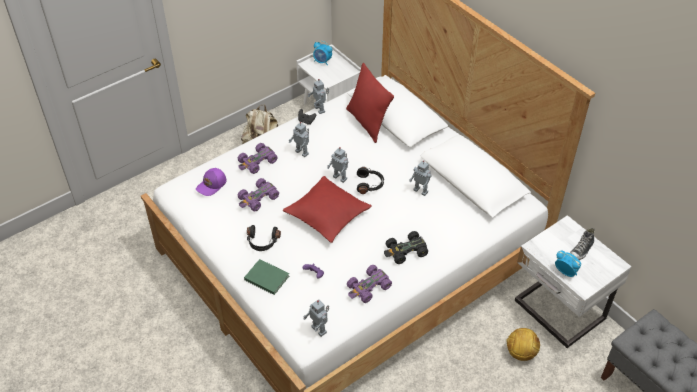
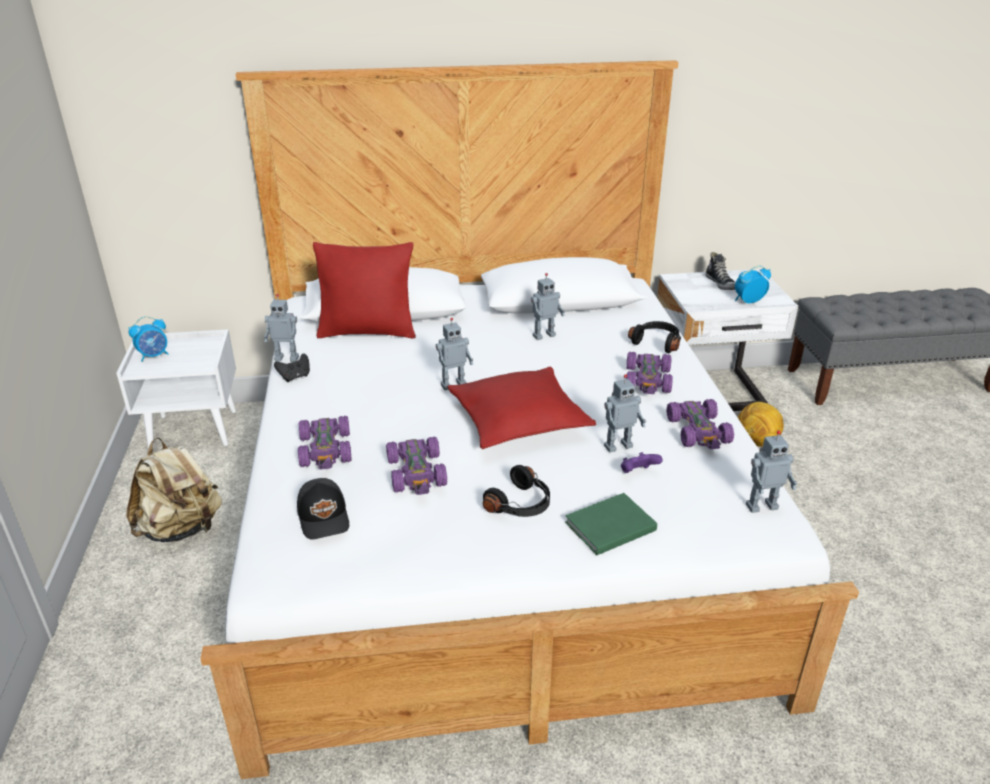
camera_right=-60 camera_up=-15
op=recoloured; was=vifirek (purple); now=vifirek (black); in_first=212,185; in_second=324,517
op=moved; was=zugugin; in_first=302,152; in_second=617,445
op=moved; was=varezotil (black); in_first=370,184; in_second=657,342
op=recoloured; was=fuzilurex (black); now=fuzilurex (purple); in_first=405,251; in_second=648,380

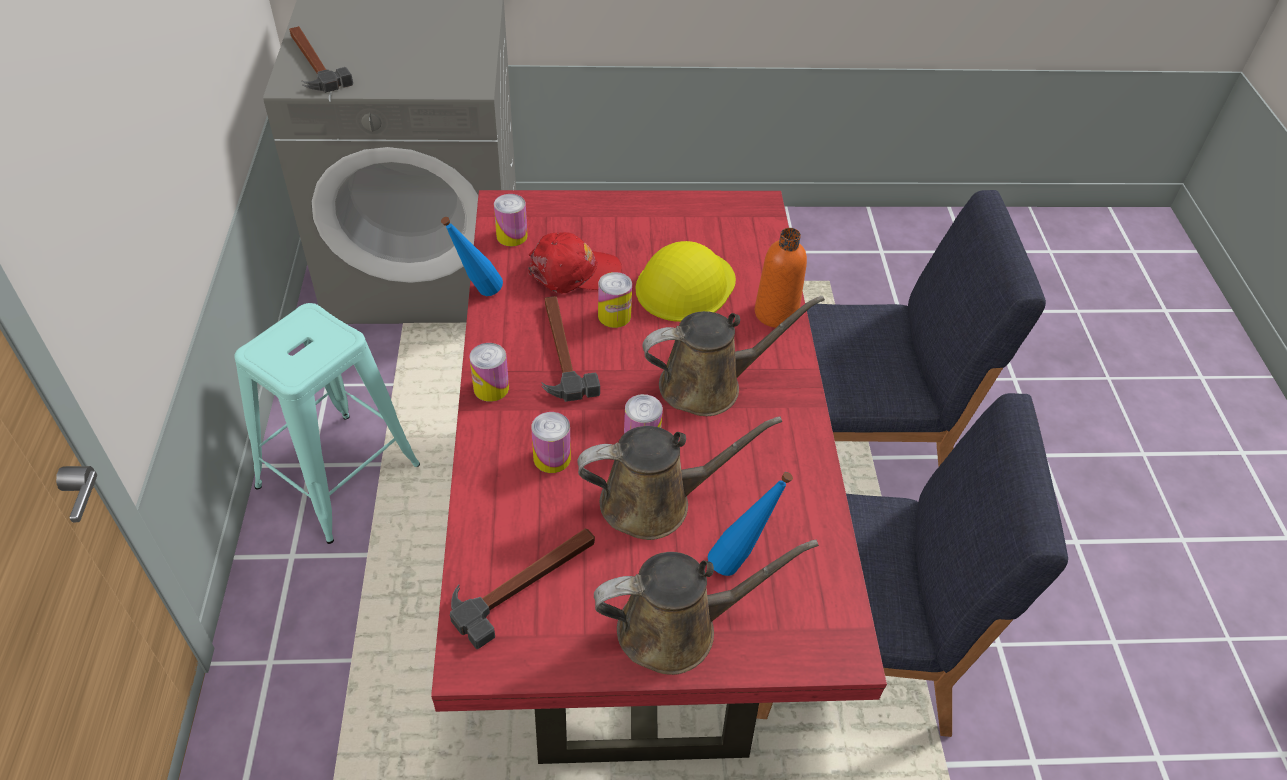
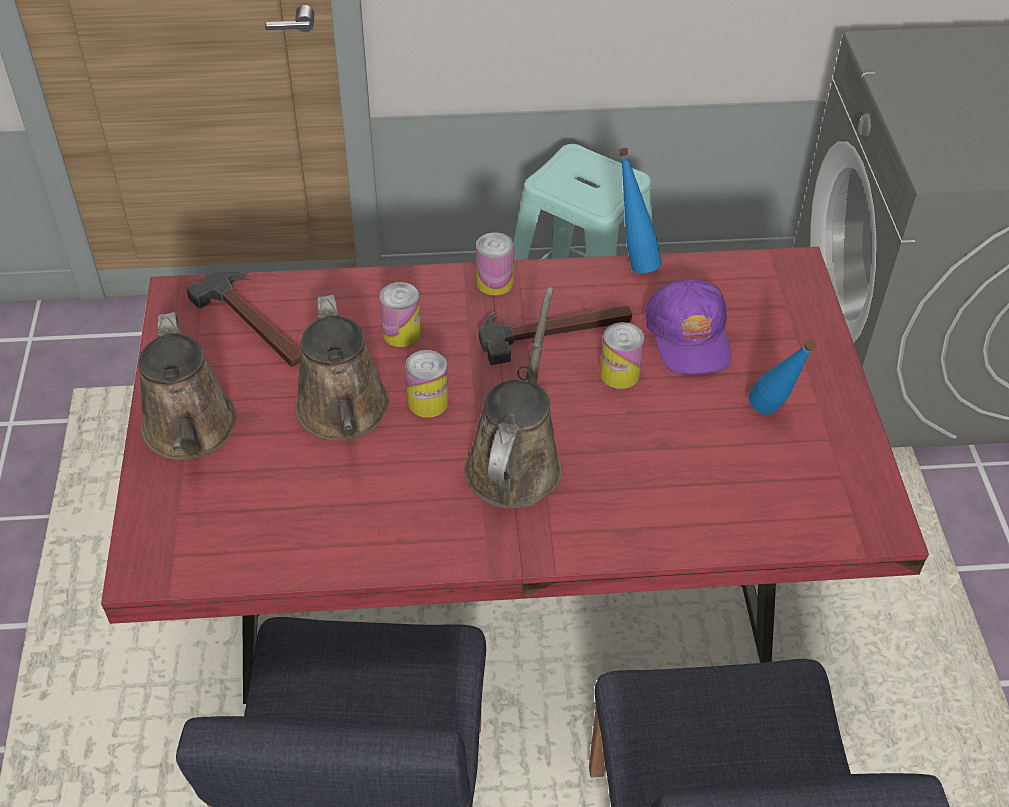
camera_right=90 camera_up=0
op=removed; was=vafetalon; in_first=313,63
op=removed; was=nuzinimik; in_first=512,236
op=recoloured; was=vifirek (red); now=vifirek (purple); in_first=574,272; in_second=689,336
op=removed; was=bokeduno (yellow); in_first=685,285
op=turned; was=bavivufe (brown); in_first=708,384; in_second=516,461; clockwise=-150
op=moved; was=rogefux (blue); in_first=740,561; in_second=772,417
op=removed; was=rogefux (orange); in_first=776,313

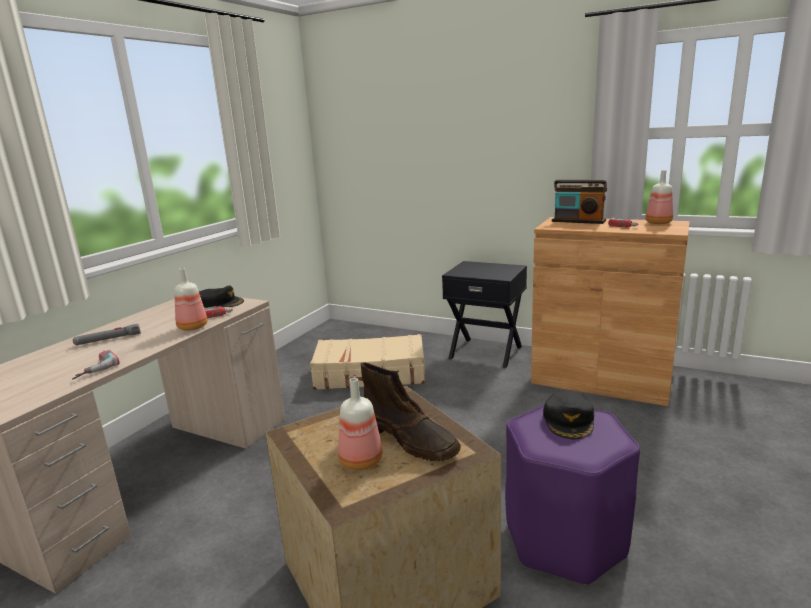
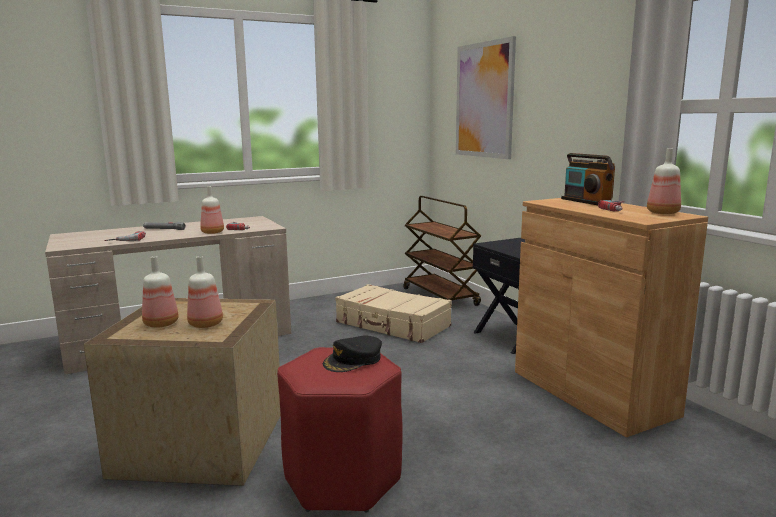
camera_right=35 camera_up=-5
op=removed; was=vifirek (black); in_first=220,303
op=replaced; was=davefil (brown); now=rogefux; in_first=410,440; in_second=207,324
op=recoloured; was=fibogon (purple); now=fibogon (red); in_first=565,539; in_second=343,479
op=added; now=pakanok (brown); in_second=440,297
op=added; now=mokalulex; in_second=484,100

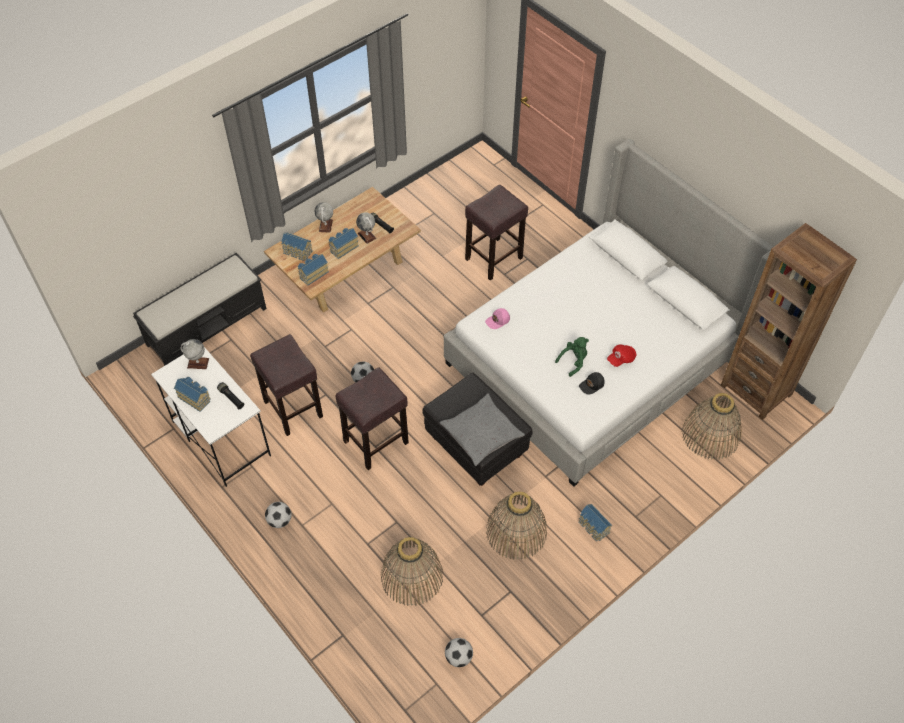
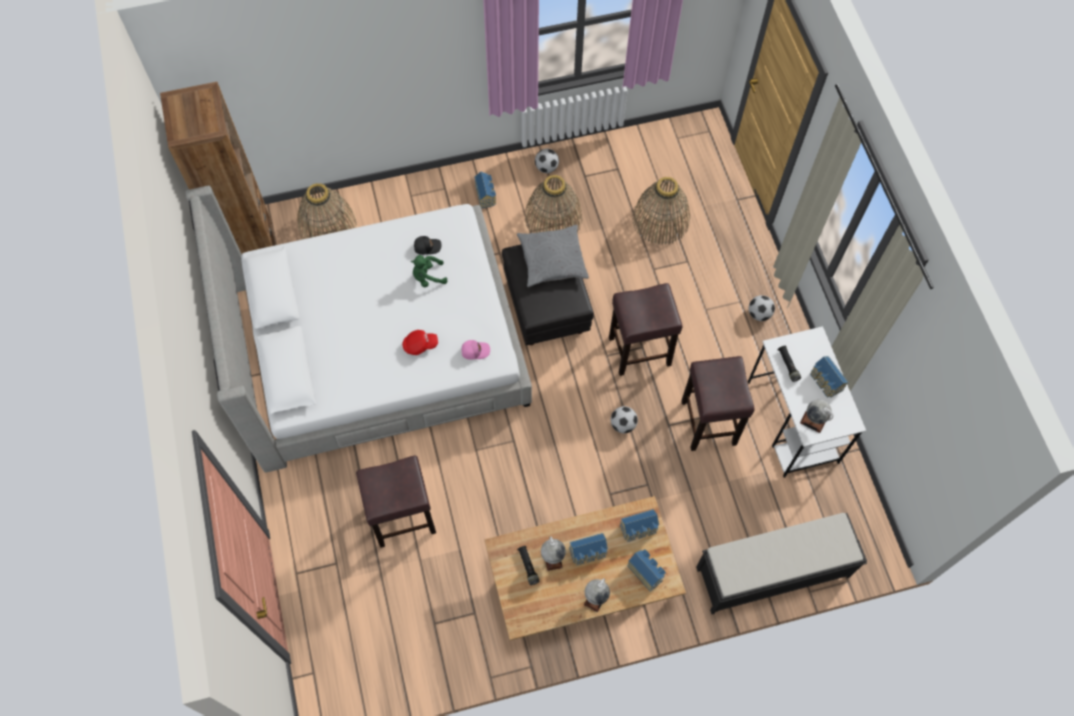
camera_right=-155 camera_up=10
op=moved; was=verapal; in_first=458,657; in_second=546,167
op=moved; was=vifirek (red); in_first=621,359; in_second=420,345

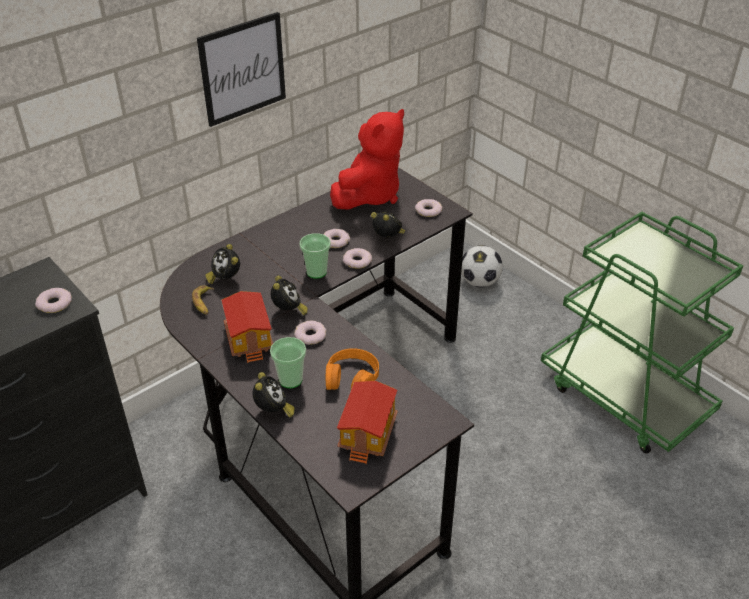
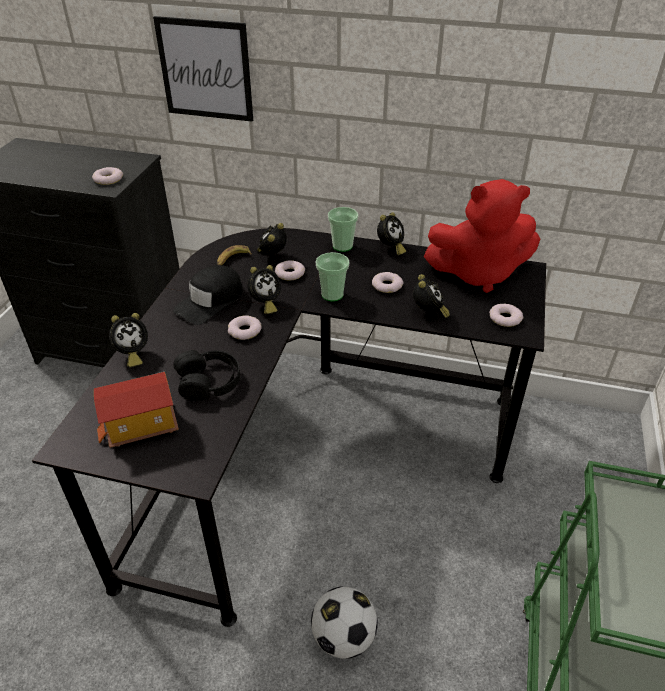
camera_right=55 camera_up=0
op=moved; was=mokalulex; in_first=242,69; in_second=205,69
op=replaced; was=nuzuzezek; now=vifirek (black); in_first=250,339; in_second=210,301
op=moved; was=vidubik; in_first=290,380; in_second=342,246
op=recoloured; was=varezotil (orange); now=varezotil (black); in_first=352,378; in_second=209,381
op=moved; was=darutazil; in_first=357,261; in_second=289,273
op=moved; was=verapal; in_first=479,282; in_second=343,637
op=added; now=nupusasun; in_second=390,248

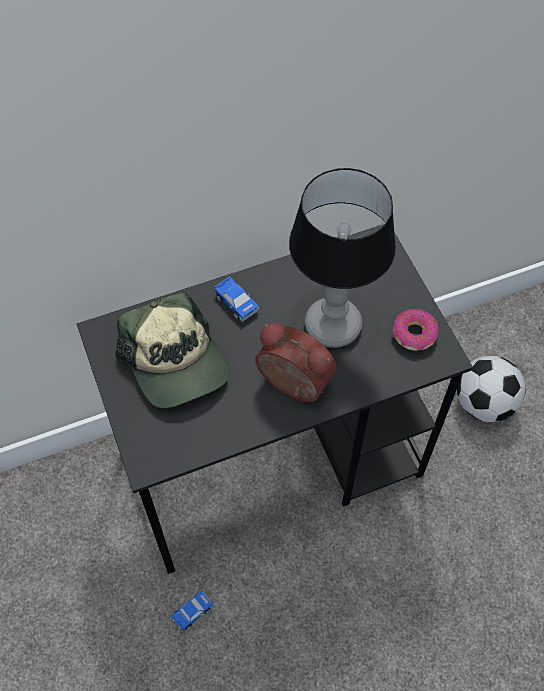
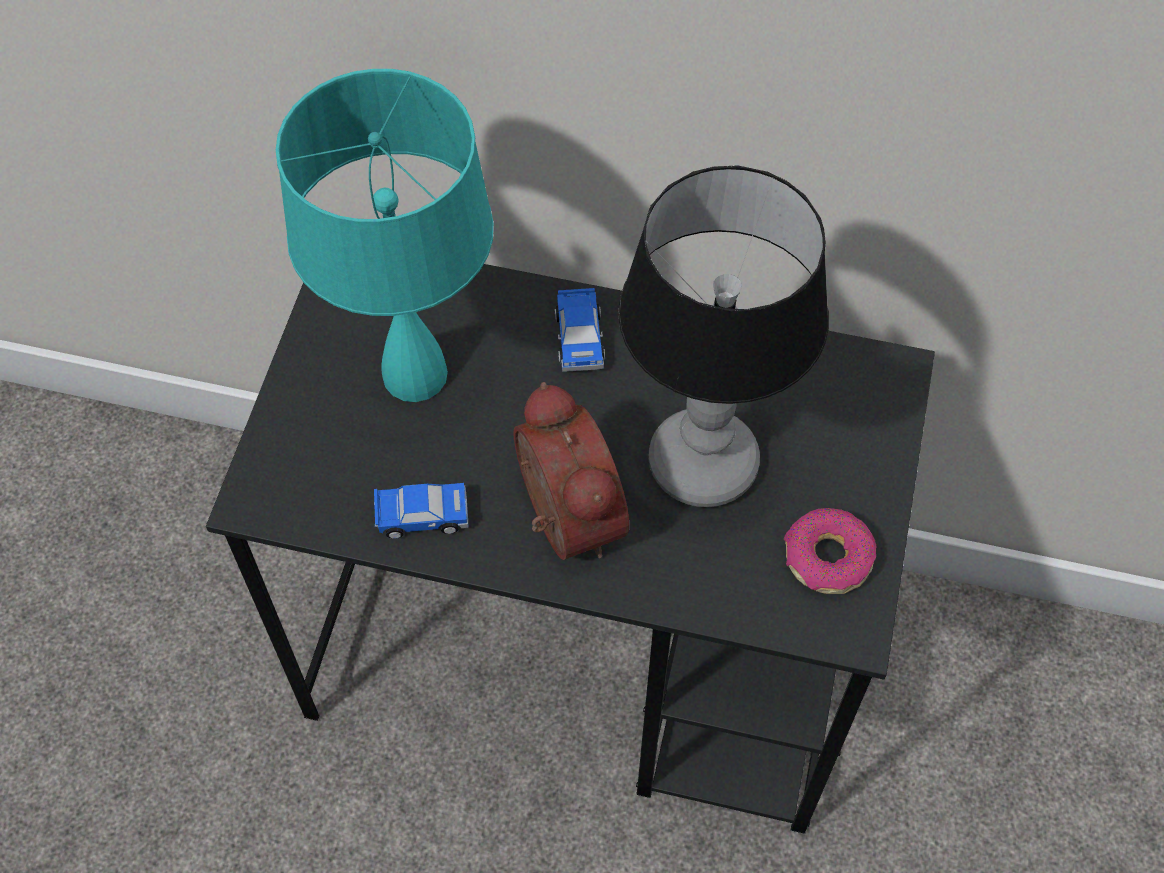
camera_right=35 camera_up=0
op=replaced; was=vifirek; now=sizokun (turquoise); in_first=175,362; in_second=416,374
op=moved; was=fuzilurex; in_first=192,612; in_second=421,515
op=removed; was=verapal; in_first=484,403

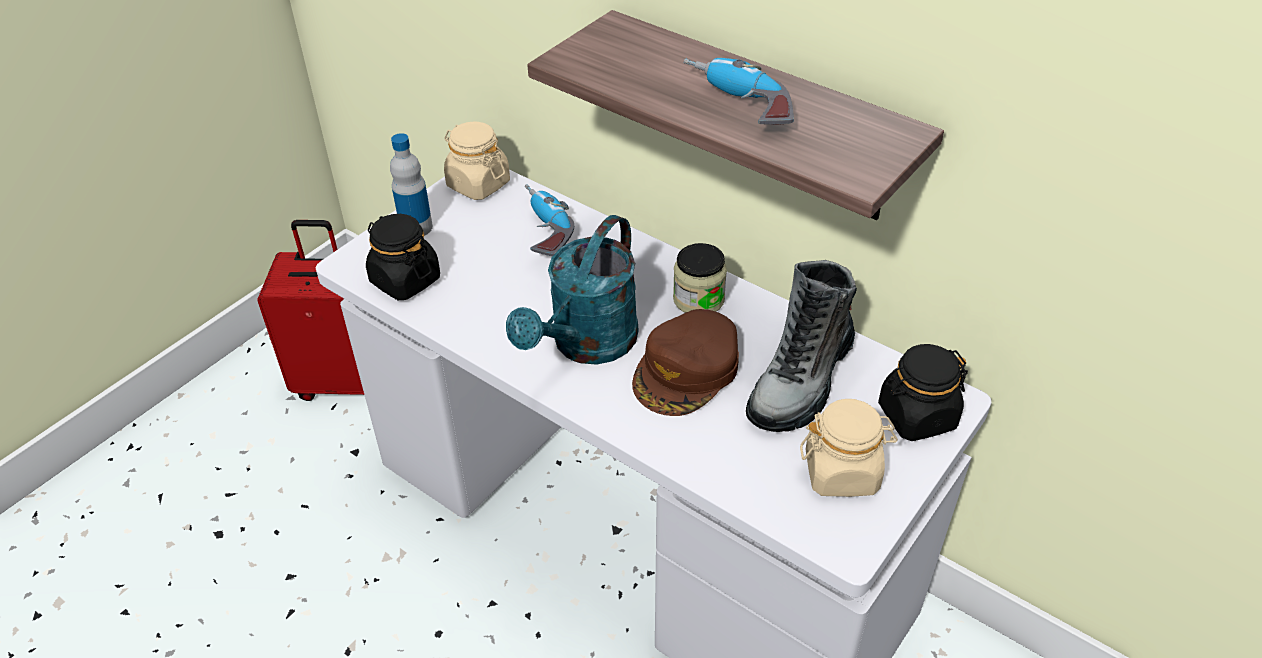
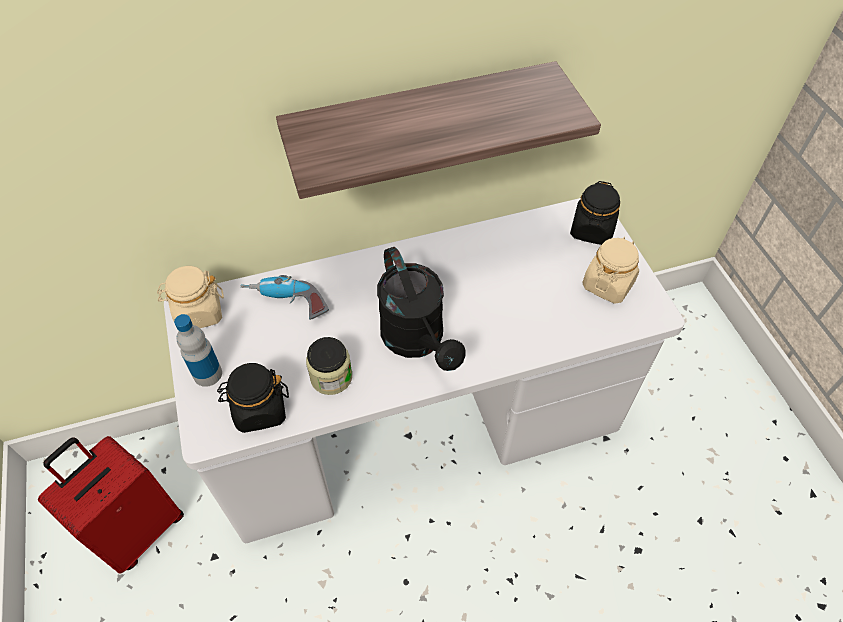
camera_right=-55 camera_up=10
op=recoloured; was=bavivufe (turquoise); now=bavivufe (black); in_first=586,345; in_second=417,341
op=removed; was=vifirek (brown); in_first=687,371
op=moved; was=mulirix; in_first=698,299; in_second=331,377
op=removed; was=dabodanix; in_first=737,105
op=removed; was=davefil; in_first=801,380

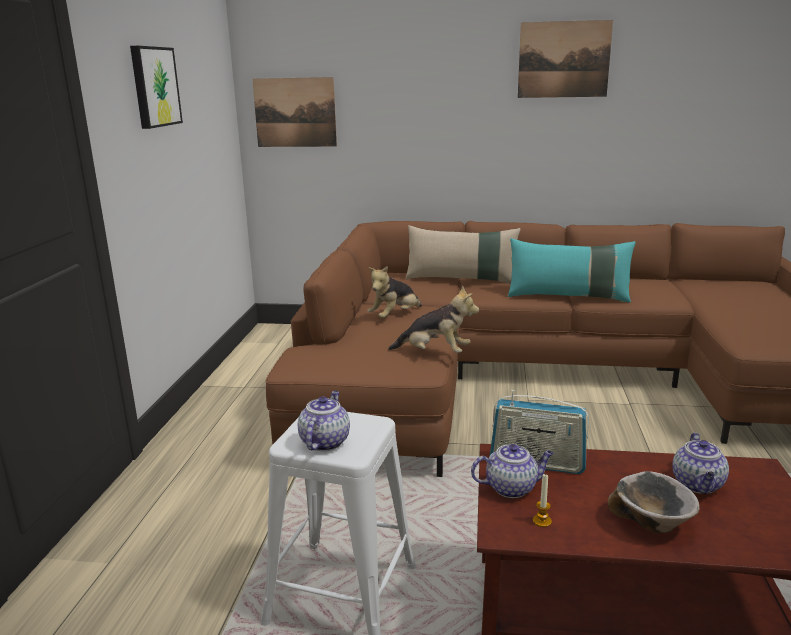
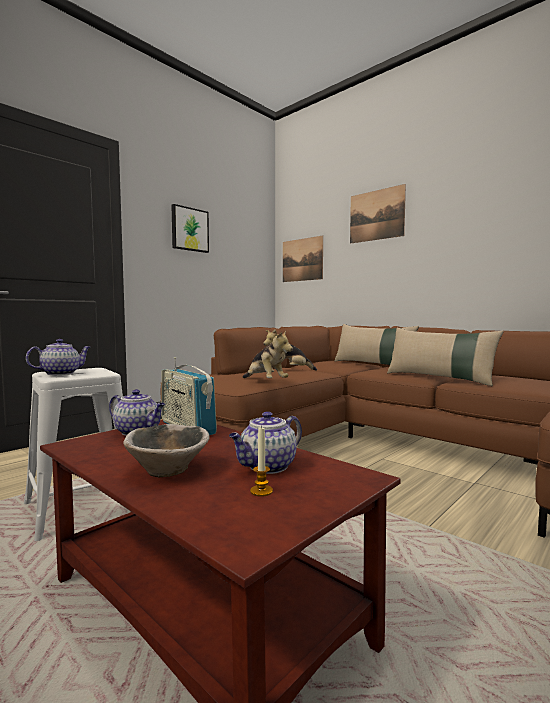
camera_right=35 camera_up=-15
op=recoloured; was=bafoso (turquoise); now=bafoso (beige); in_first=568,297; in_second=439,378
op=moved; was=mokalulex; in_first=563,59; in_second=376,215
op=moved; was=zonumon; in_first=542,521; in_second=261,491

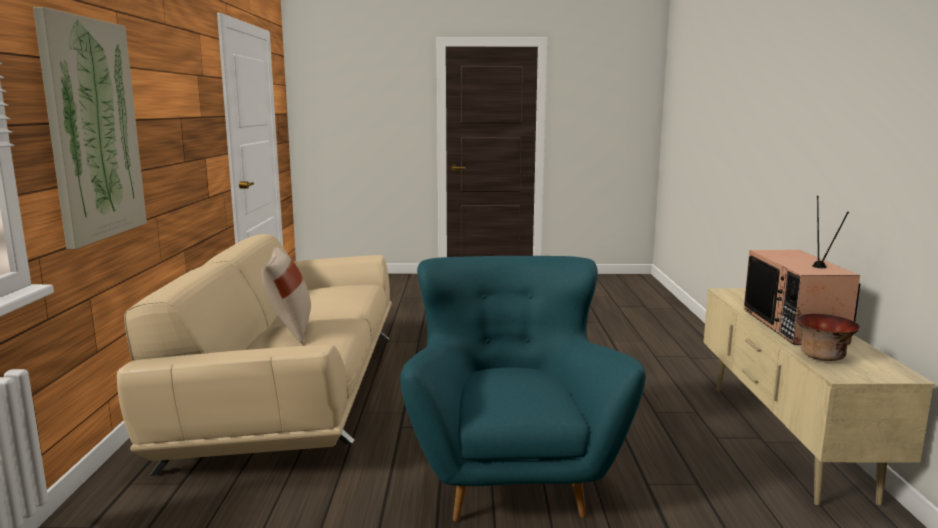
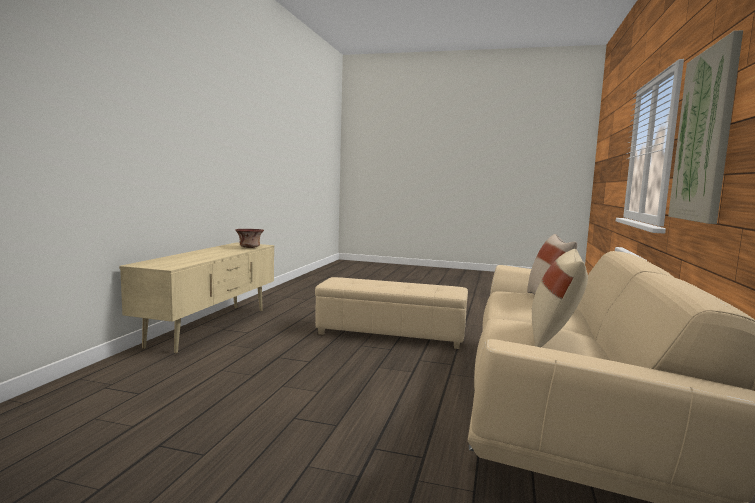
camera_right=-165 camera_up=-5
op=replaced; was=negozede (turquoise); now=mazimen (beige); in_first=510,474; in_second=390,334
op=removed; was=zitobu; in_first=796,326
op=added; now=bafoso (beige); in_second=554,338

